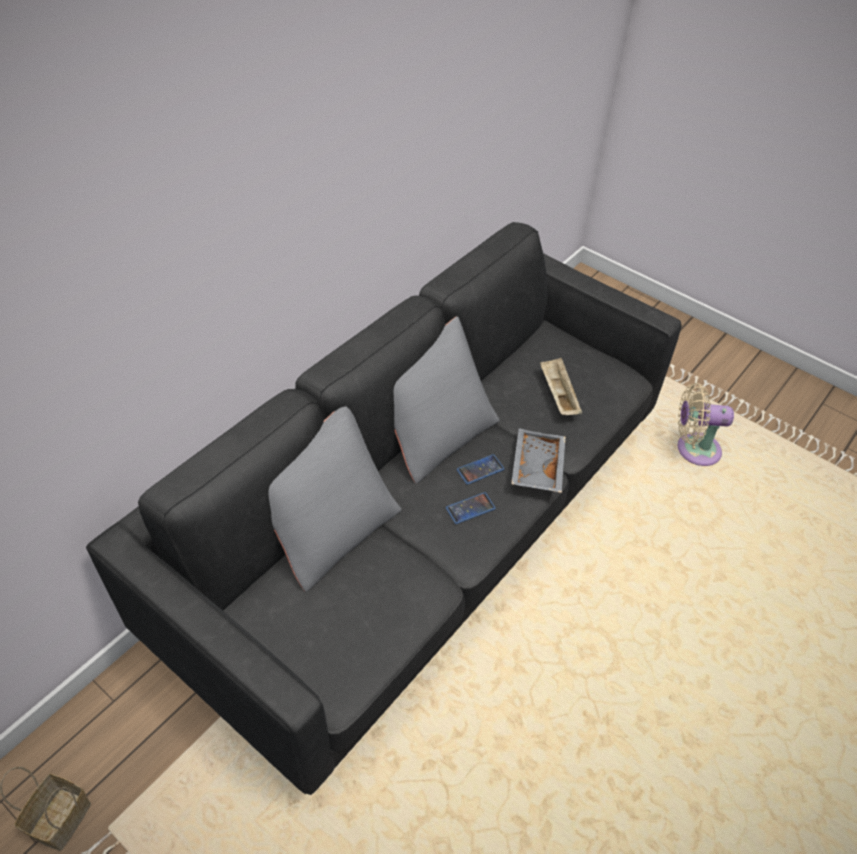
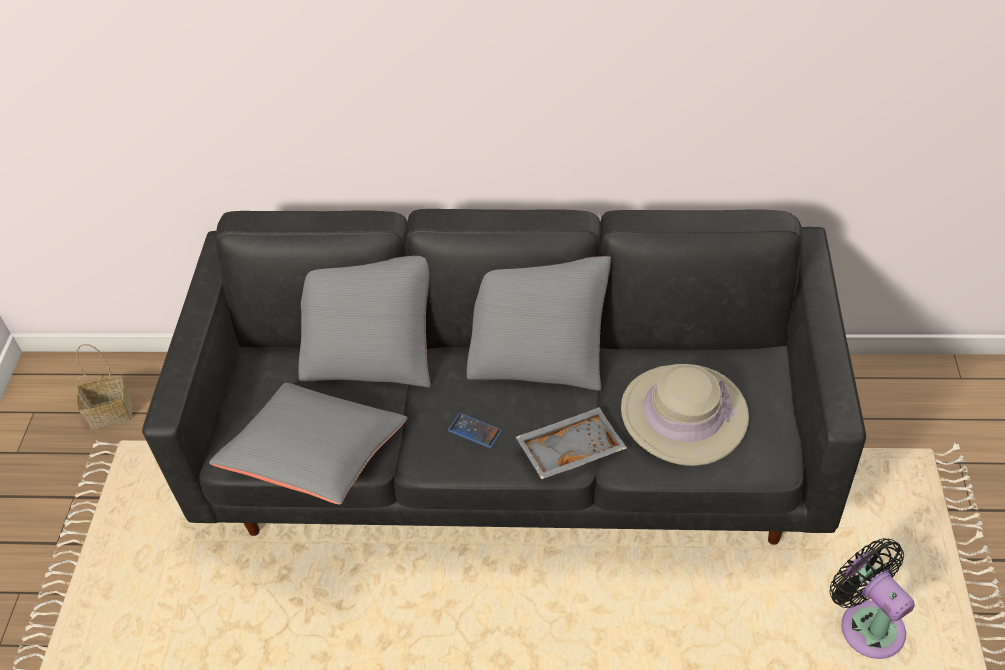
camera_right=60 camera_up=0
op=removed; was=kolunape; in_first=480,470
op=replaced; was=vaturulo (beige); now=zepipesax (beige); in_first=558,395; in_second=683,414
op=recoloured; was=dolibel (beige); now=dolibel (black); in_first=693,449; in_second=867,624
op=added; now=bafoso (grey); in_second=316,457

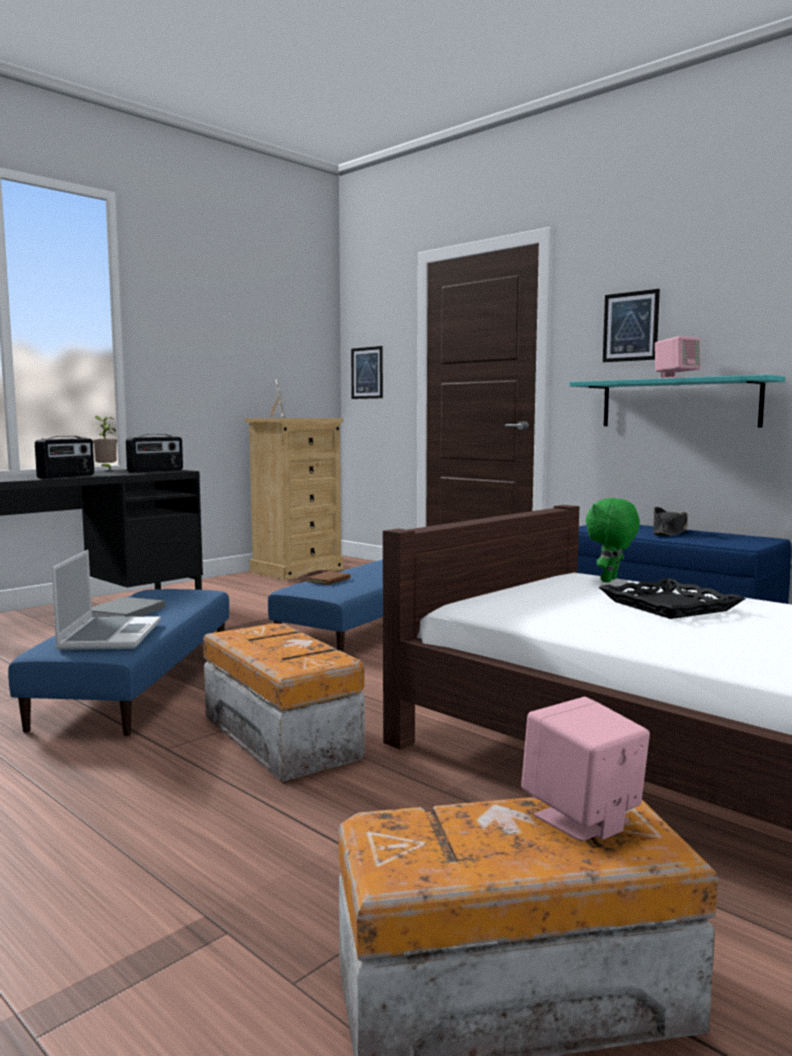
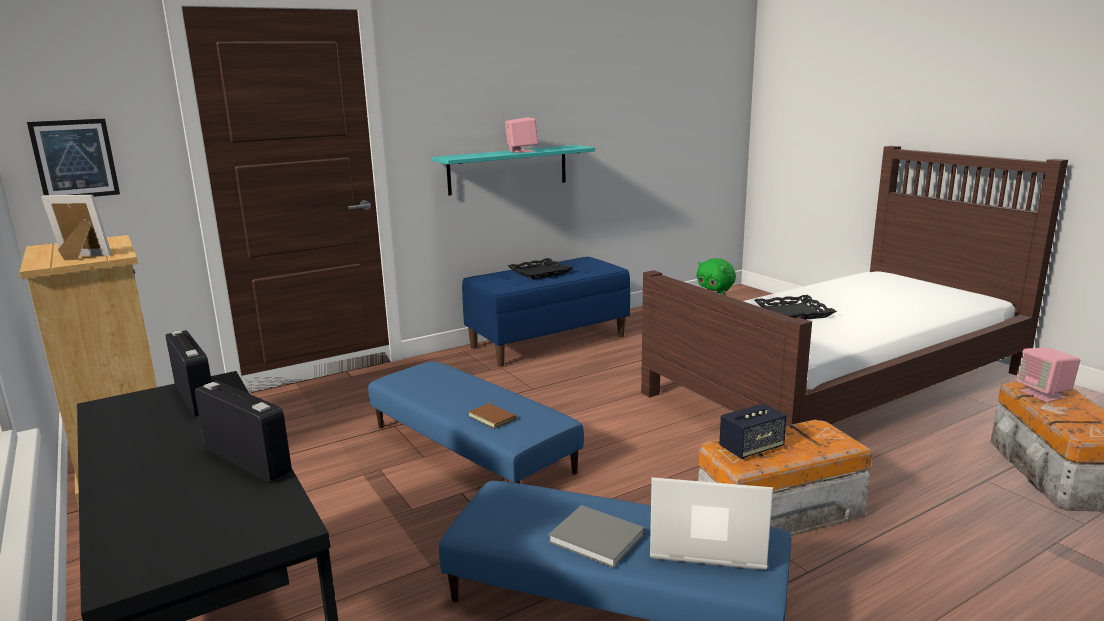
camera_right=-75 camera_up=10
op=removed; was=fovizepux; in_first=106,470
op=removed; was=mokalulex; in_first=630,326
op=replaced; was=zepipesax (black); now=vaturulo (black); in_first=669,532; in_second=540,273
op=added; now=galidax; in_second=751,448

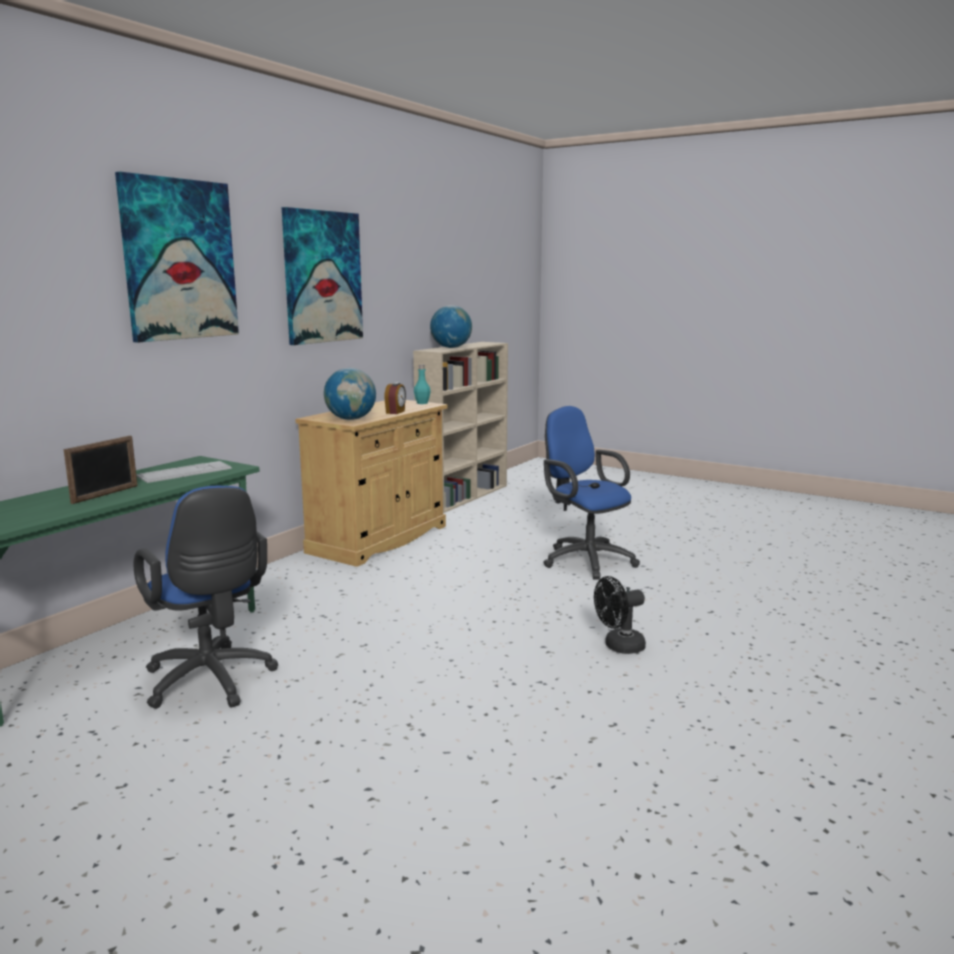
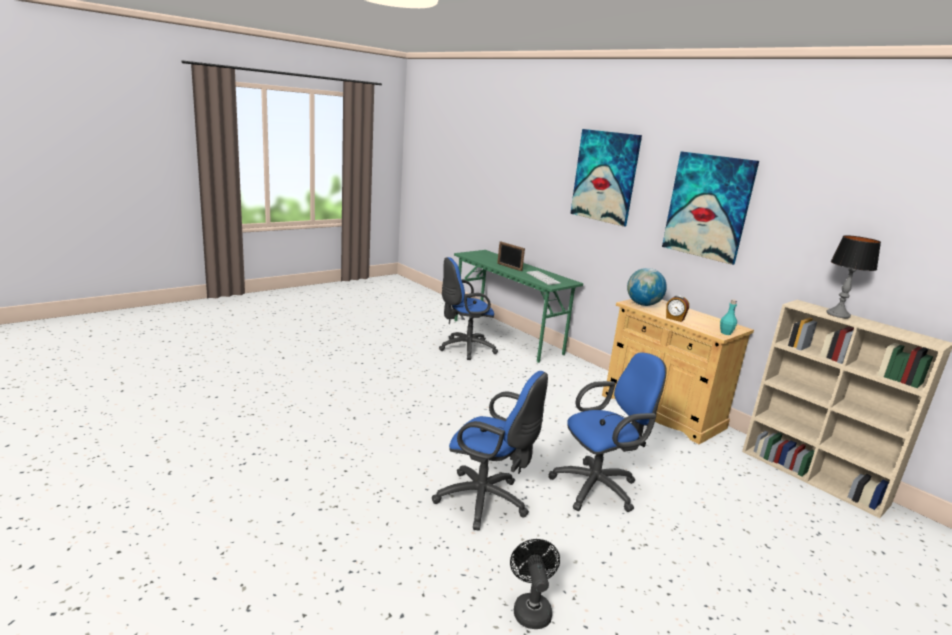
camera_right=105 camera_up=5
op=replaced; was=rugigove; now=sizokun; in_first=451,347; in_second=838,315
op=moved; was=dolibel (black); in_first=619,647; in_second=530,608
op=added; now=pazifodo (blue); in_second=486,502

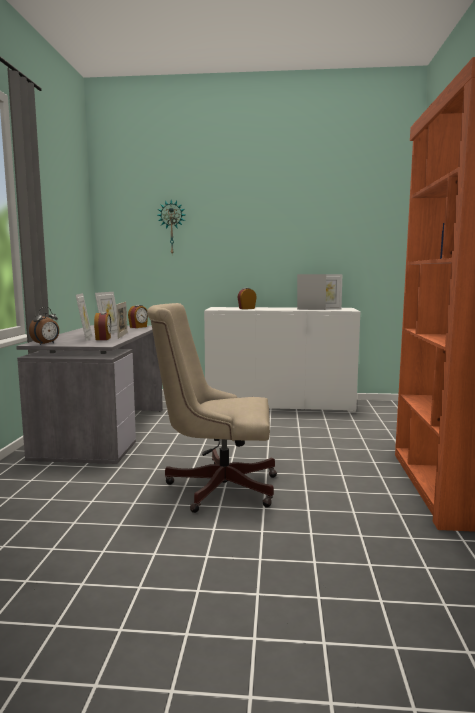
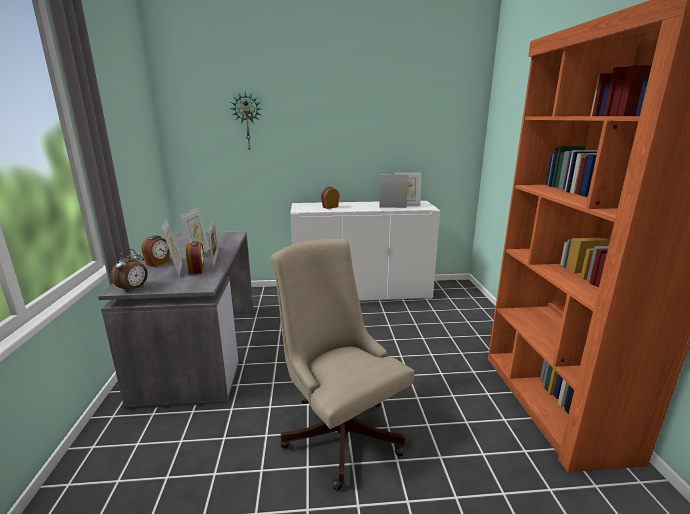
camera_right=-10 camera_up=10
op=moved; was=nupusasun; in_first=138,327; in_second=158,263
op=turned; was=pazifodo (beige); in_first=215,487; in_second=339,430; clockwise=60

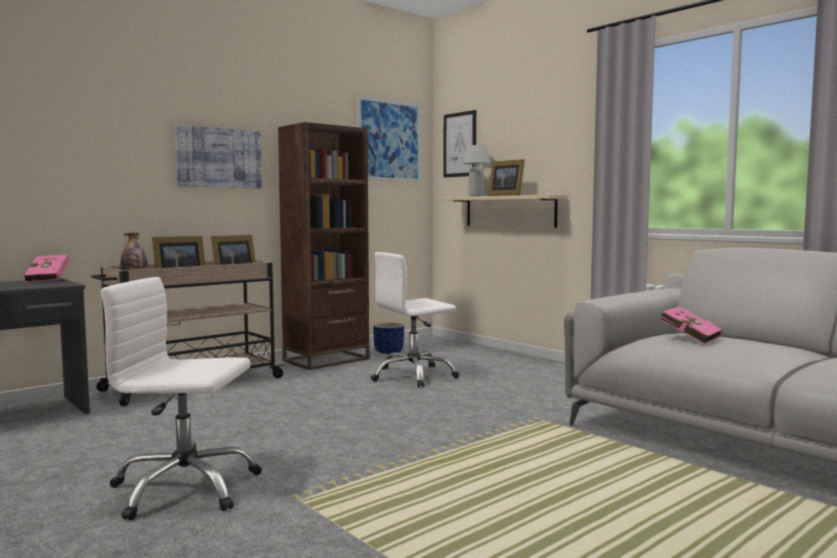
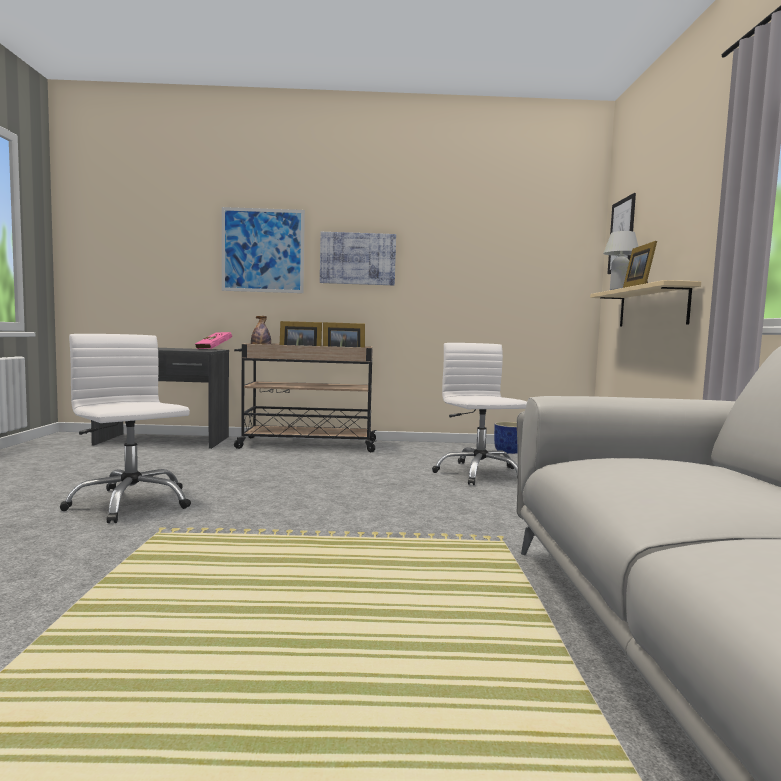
camera_right=40 camera_up=0
op=removed; was=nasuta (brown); in_first=326,360
op=moved; was=mokalulex; in_first=389,140; in_second=263,250
op=turned; was=pazifodo (white); in_first=413,376; in_second=479,473; clockwise=60
op=removed; was=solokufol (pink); in_first=688,338

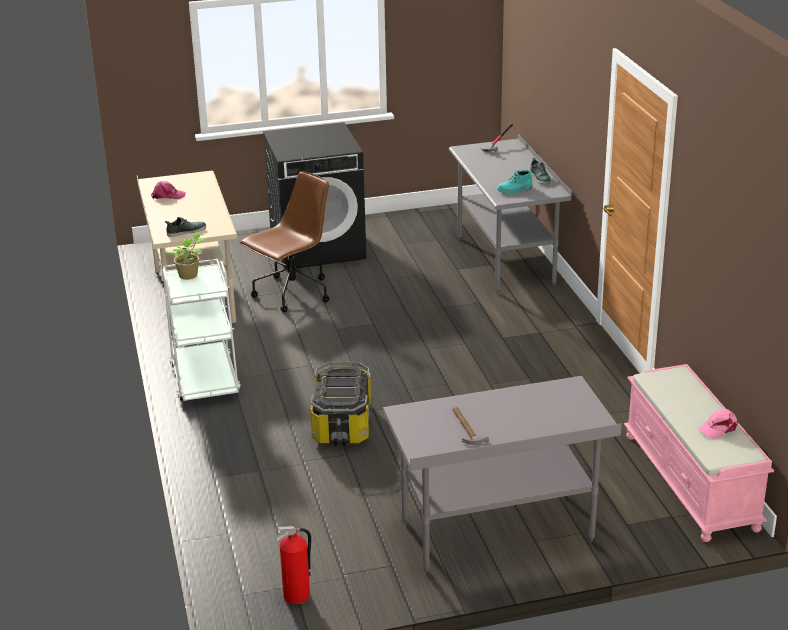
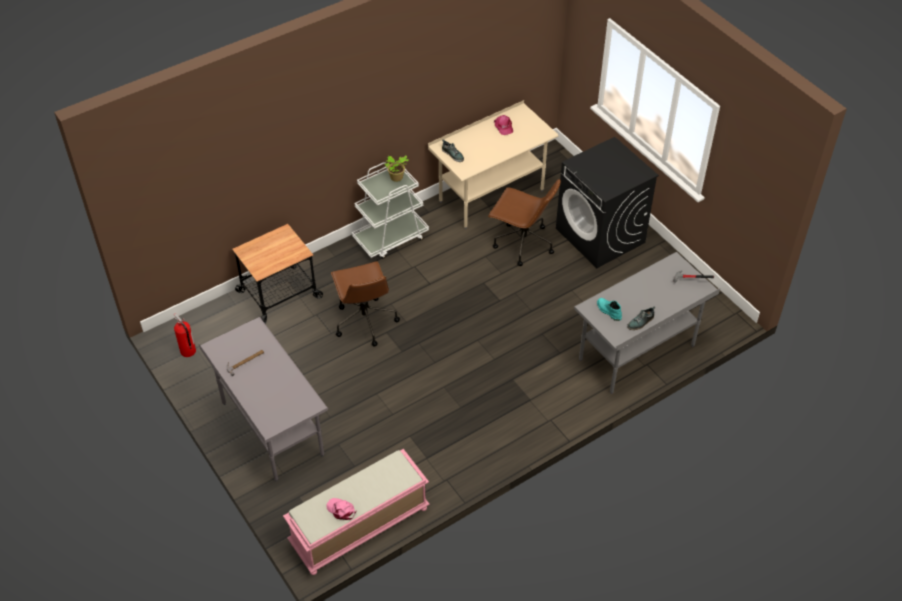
camera_right=70 camera_up=20
op=replaced; was=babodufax; now=pazifodo (brown); in_first=343,424; in_second=365,321
op=added; now=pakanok; in_second=279,294

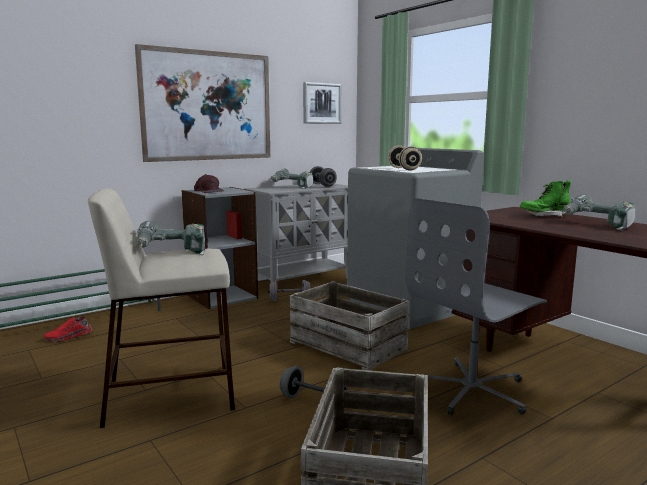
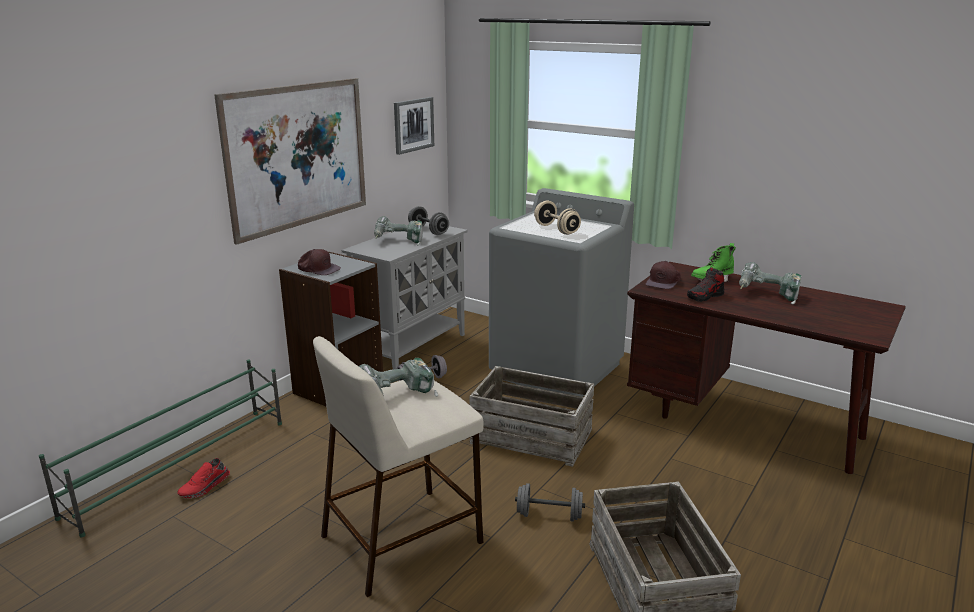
camera_right=-20 camera_up=10
op=removed; was=pazifodo (grey); in_first=472,390
op=added; now=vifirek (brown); in_second=664,282
op=added; now=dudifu; in_second=705,296

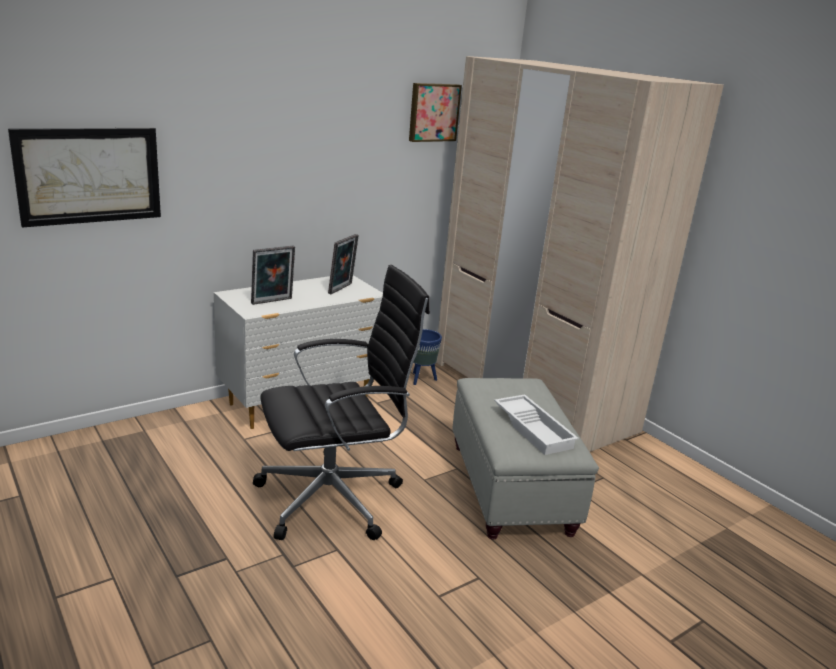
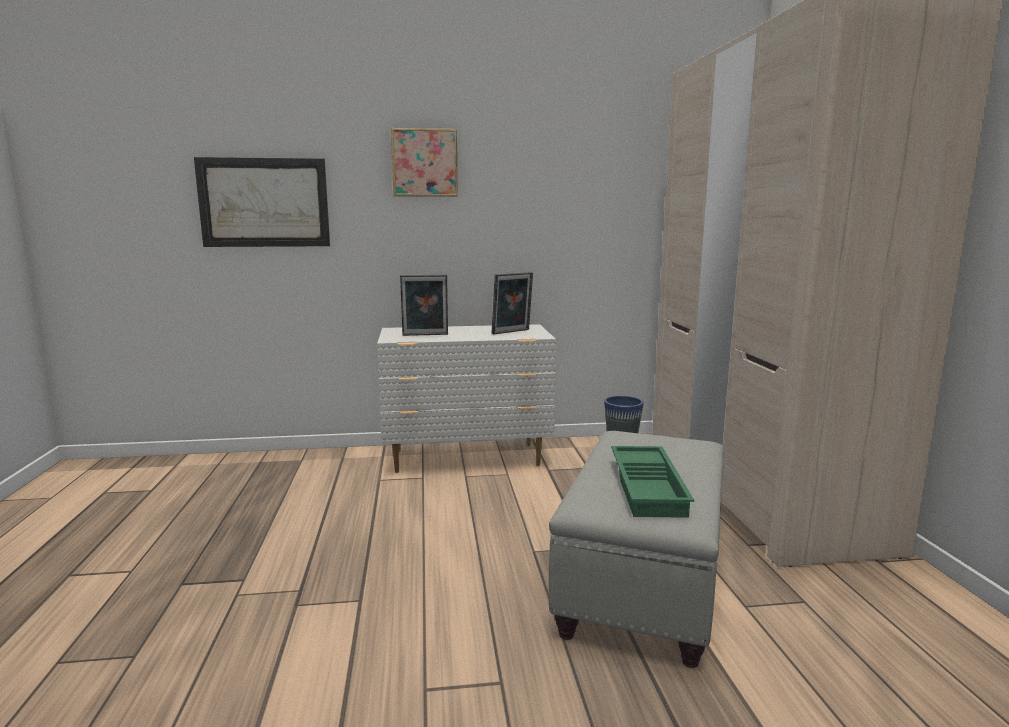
camera_right=30 camera_up=-10
op=removed; was=pazifodo (black); in_first=334,498
op=moved; was=mokalulex; in_first=433,112; in_second=424,163
op=recoloured; was=vaturulo (white); now=vaturulo (green); in_first=534,429; in_second=649,488

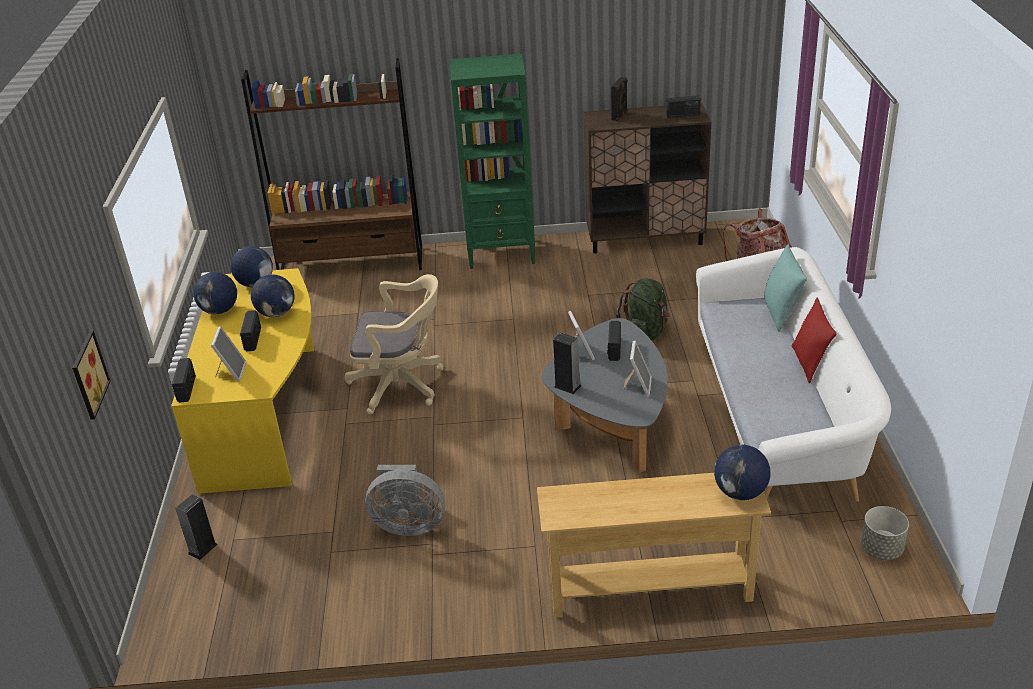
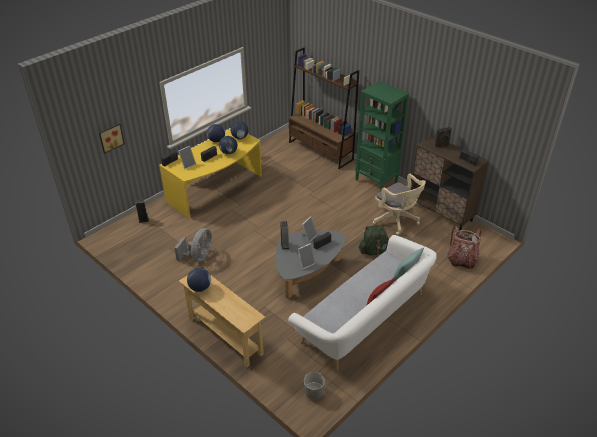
camera_right=45 camera_up=5
op=moved; was=pazifodo (beige); in_first=402,385; in_second=397,220
op=turned; was=dolibel (grey); in_first=408,524; in_second=198,256; clockwise=-120
op=moved; was=rugigove; in_first=740,493; in_second=200,288

